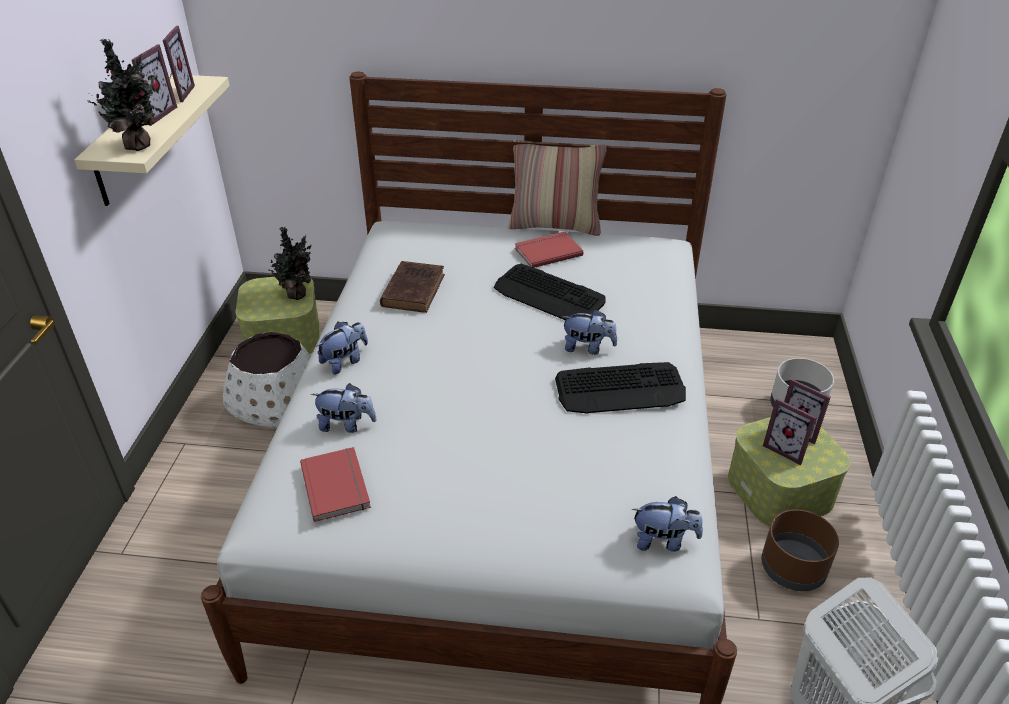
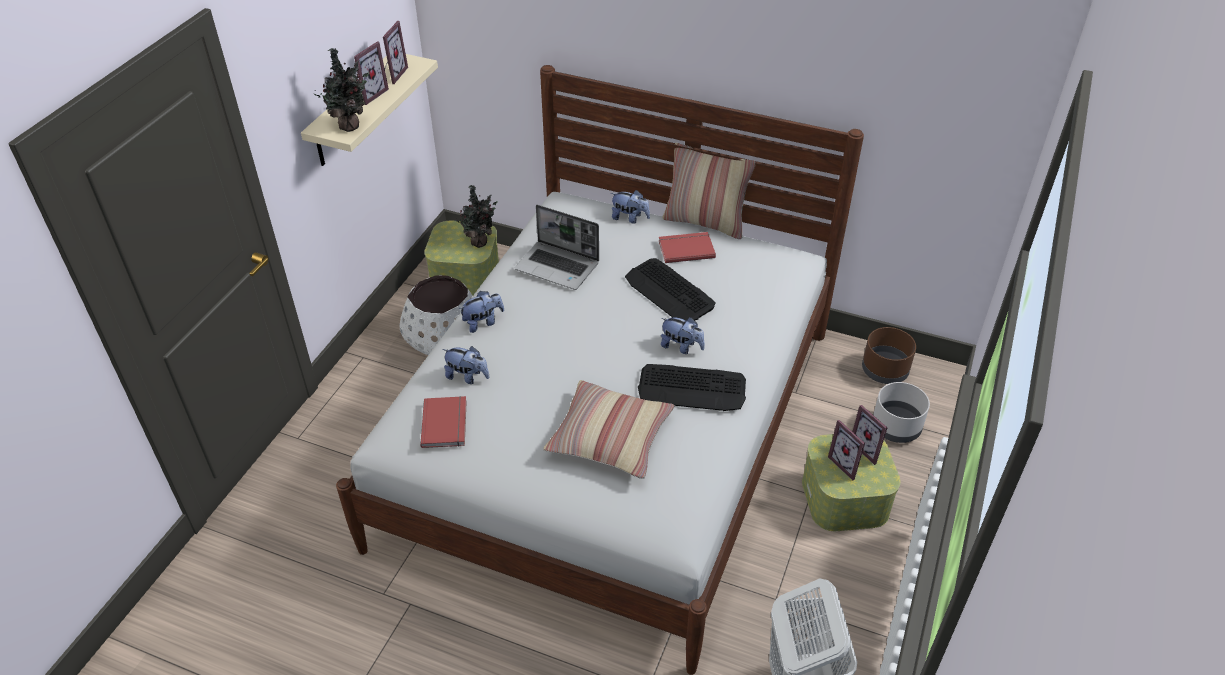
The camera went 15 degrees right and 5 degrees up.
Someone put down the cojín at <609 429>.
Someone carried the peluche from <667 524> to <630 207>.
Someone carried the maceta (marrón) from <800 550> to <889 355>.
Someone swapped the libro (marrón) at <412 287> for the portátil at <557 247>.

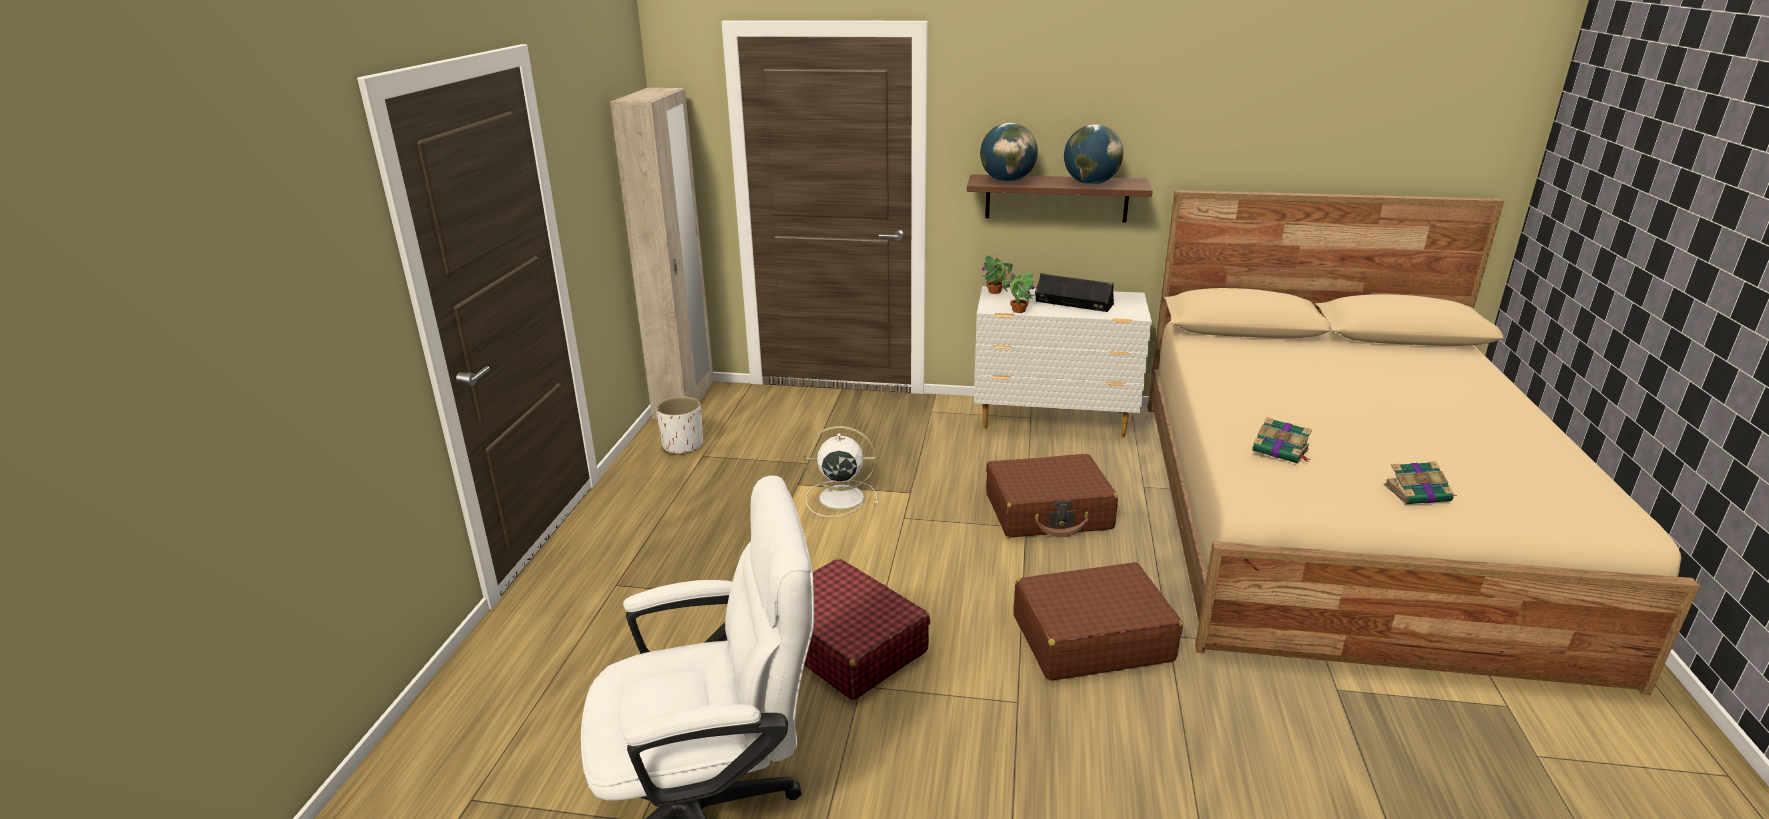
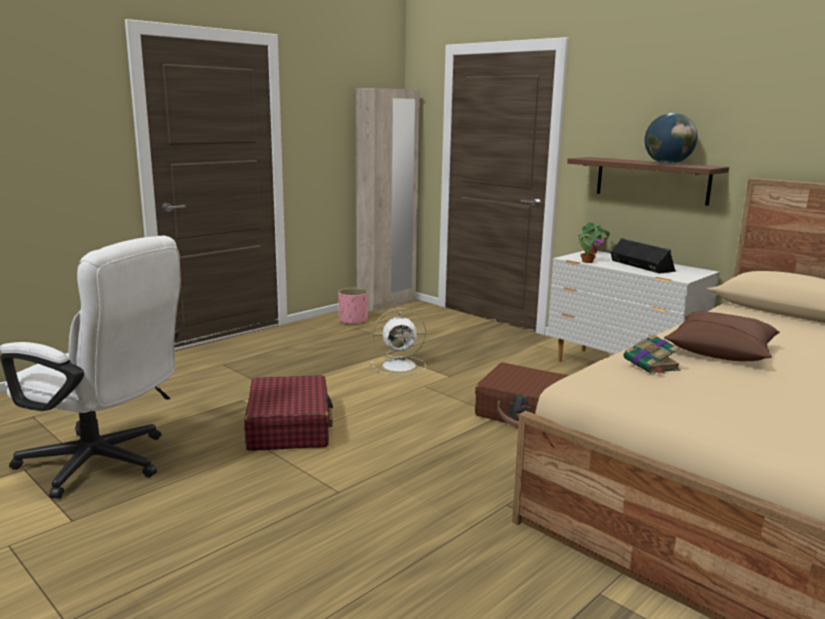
The camera went 35 degrees right and 10 degrees down.
Someone took away the globo terráqueo at <1009 152>.
Someone took away the maleta (marrón) at <1098 621>.
Someone took away the libro at <1420 483>.
Someone put down the cojín (marrón) at <722 336>.
Someone repainted the maceta (blanco) at <679 425>, which became the maceta (rosa) at <353 306>.
Someone rotated the ventilador (blanco) at <841 471> by 135 degrees clockwise.

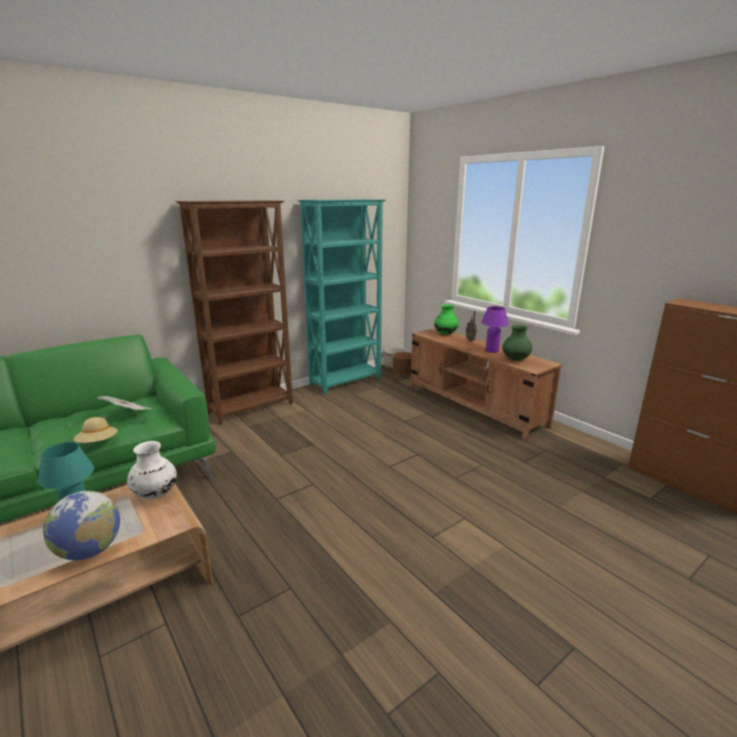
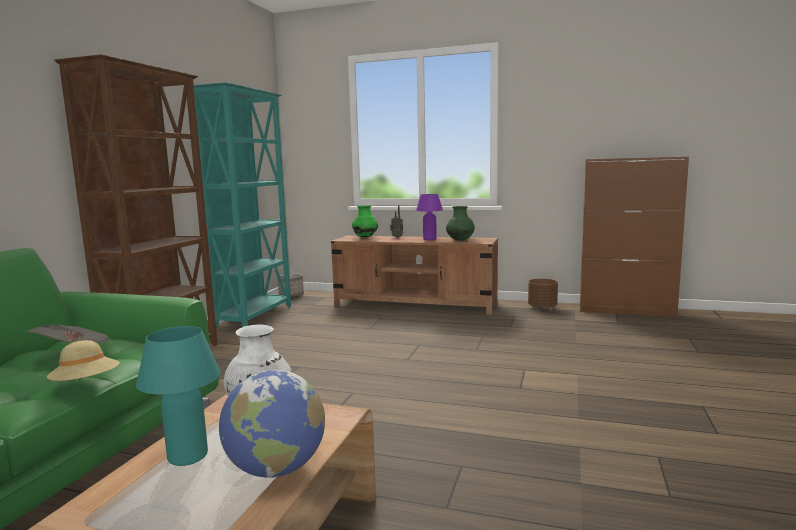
The camera went 35 degrees left and 10 degrees down.
Someone carried the maceta (marrón) from <402 364> to <543 294>.

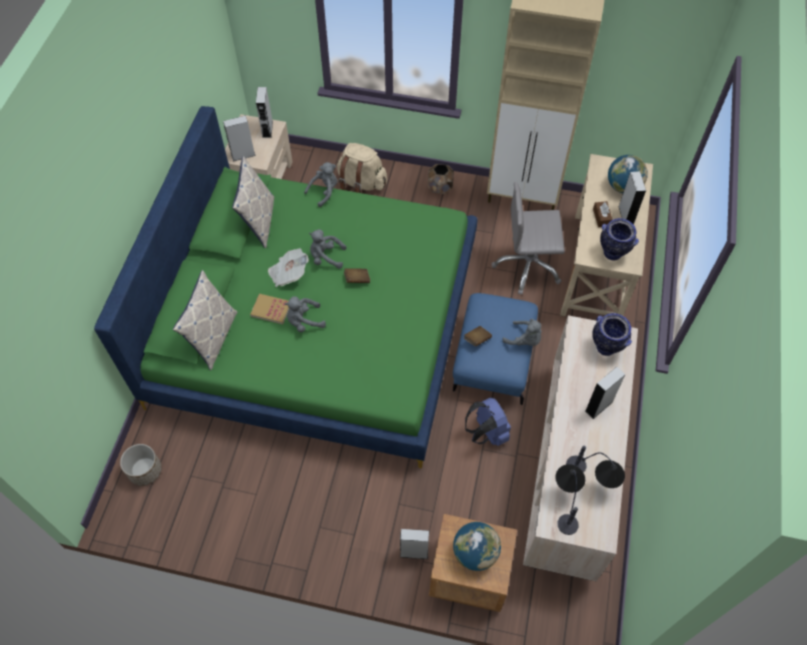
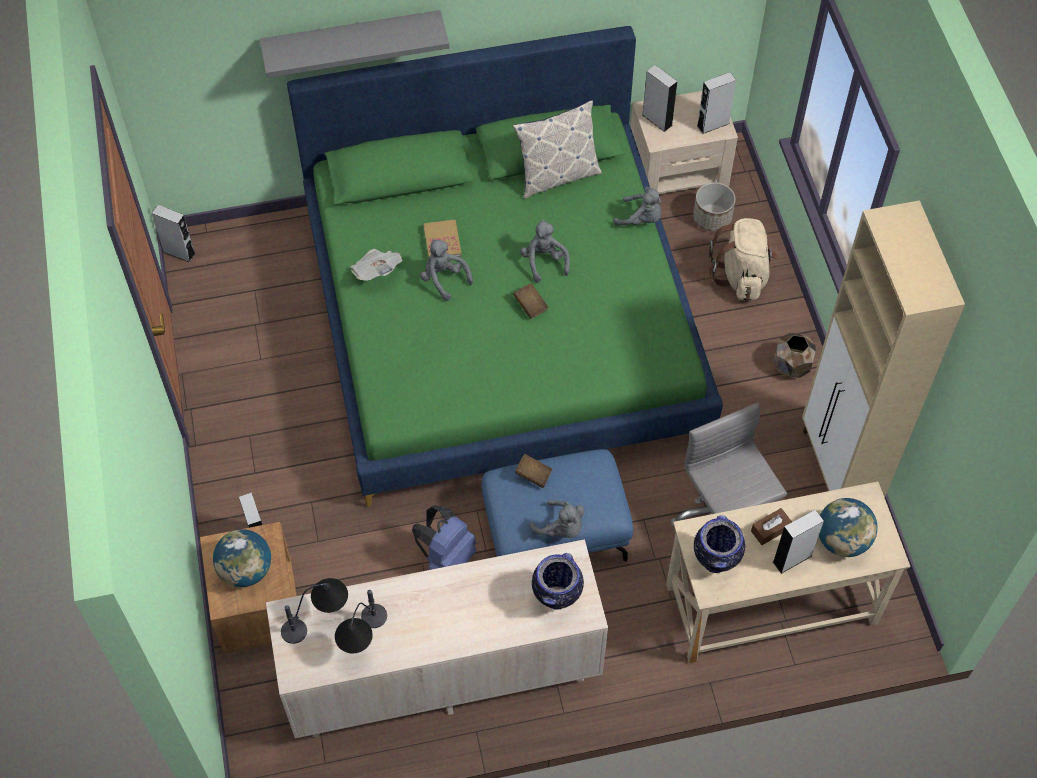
The camera went 65 degrees right and 0 degrees up.
Someone took away the cojín at <205 320>.
Someone put up the estante (gris) at <354 44>.
Someone carried the maceta from <141 465> to <714 207>.
Someone carried the periódico from <288 267> to <376 265>.
Someone carried the altavoz (gris) from <605 393> to <174 234>.
Someone rotated the peluche (gris) at <522 332> by 60 degrees counterclockwise.

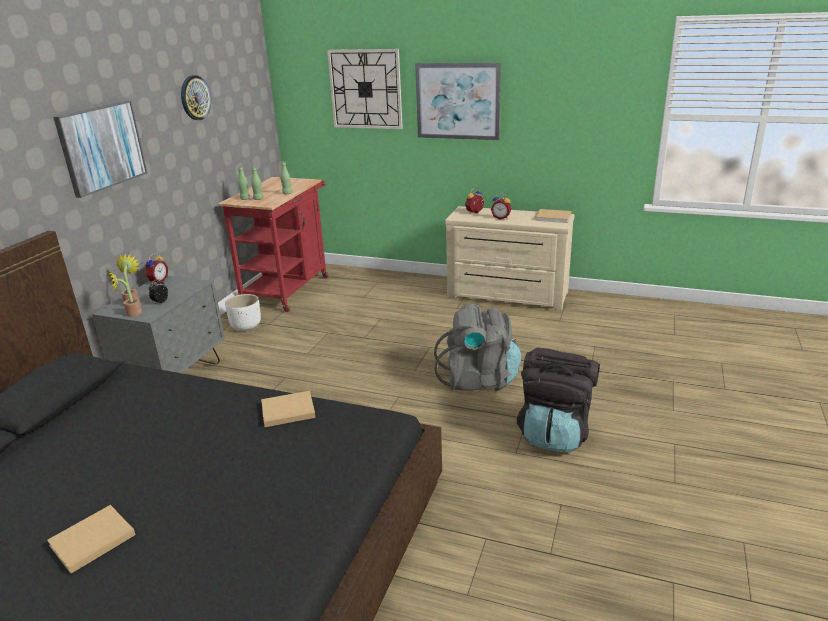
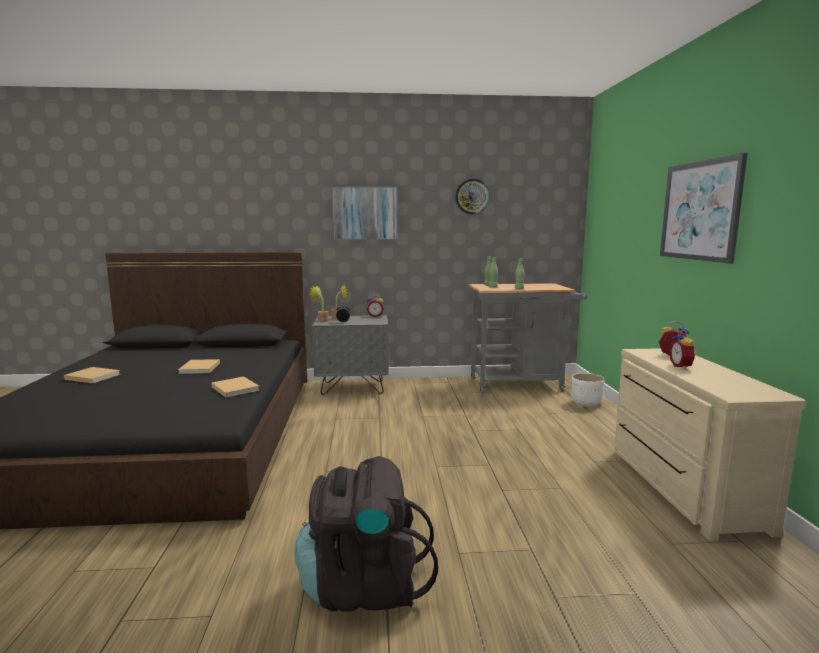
The camera went 65 degrees right and 15 degrees down.
Someone took away the reloj de pared at <365 89>.
Someone took away the mochila (gris) at <477 347>.
Someone carried the maceta (blanco) from <243 312> to <588 390>.
Someone carried the libro (beis) from <553 216> to <199 366>.
Someone repainted the carrito (rojo) at <273 244>, which became the carrito (gris) at <528 338>.

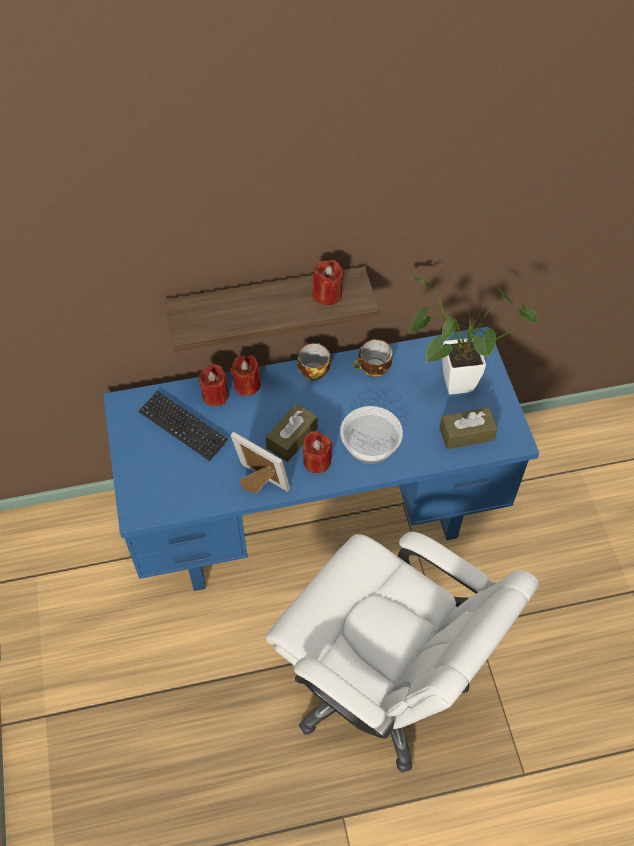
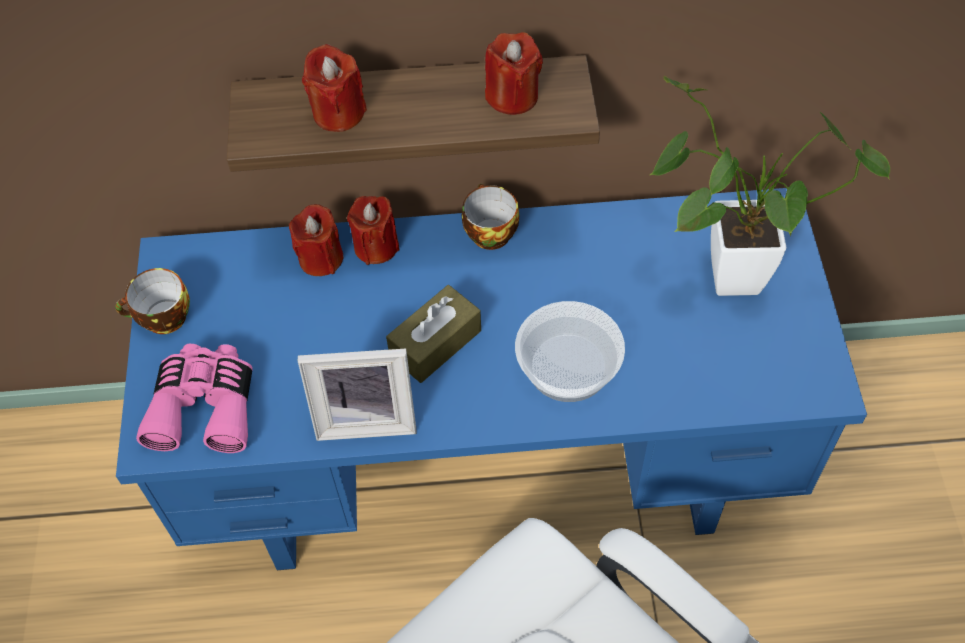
The camera went 10 degrees right and 0 degrees up.
Someone took away the teclado at <183 426>.
Someone took away the caja de pañuelos (marrón) at <468 428>.
Someone put down the prismáticos (rosa) at <194 398>.
Someone carried the vela (rojo) from <317 452> to <334 88>.
Someone carried the taza from <373 358> to <152 301>.
Someone rotated the portarretratos at <260 463> by 135 degrees clockwise.

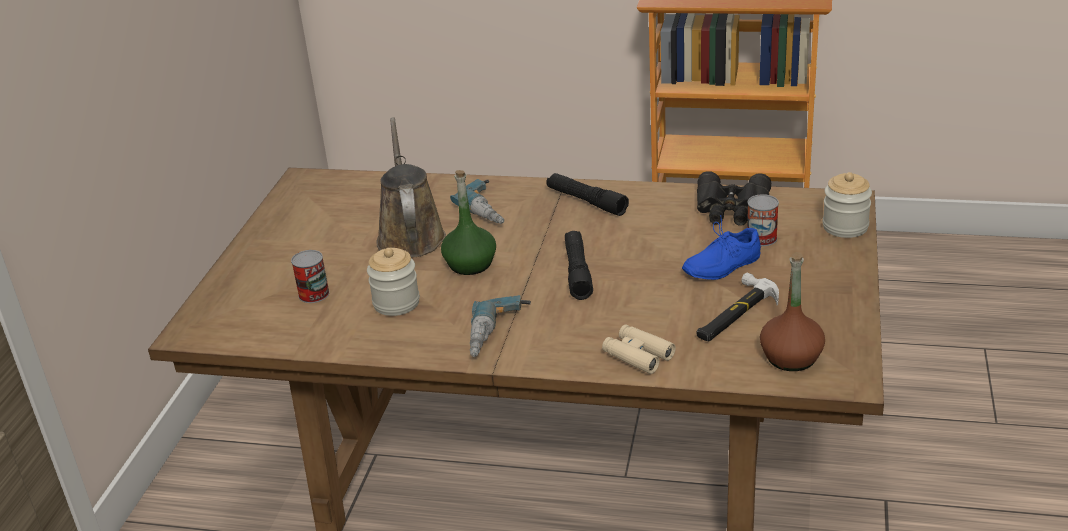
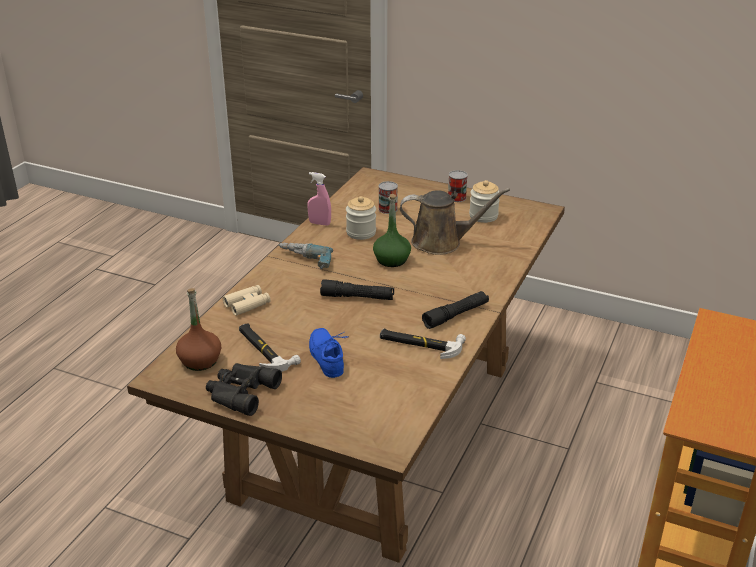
The camera went 100 degrees right and 0 degrees up.
Someone took away the taladro at <477 201>.
Someone put down the pulverizador (rosa) at <319 199>.
Someone put down the martillo at <423 343>.
Someone carried the prismáticos (negro) from <734 198> to <244 389>.
Someone carried the lata from <763 220> to <458 186>.
Someone carried the tarro from <847 205> to <484 201>.

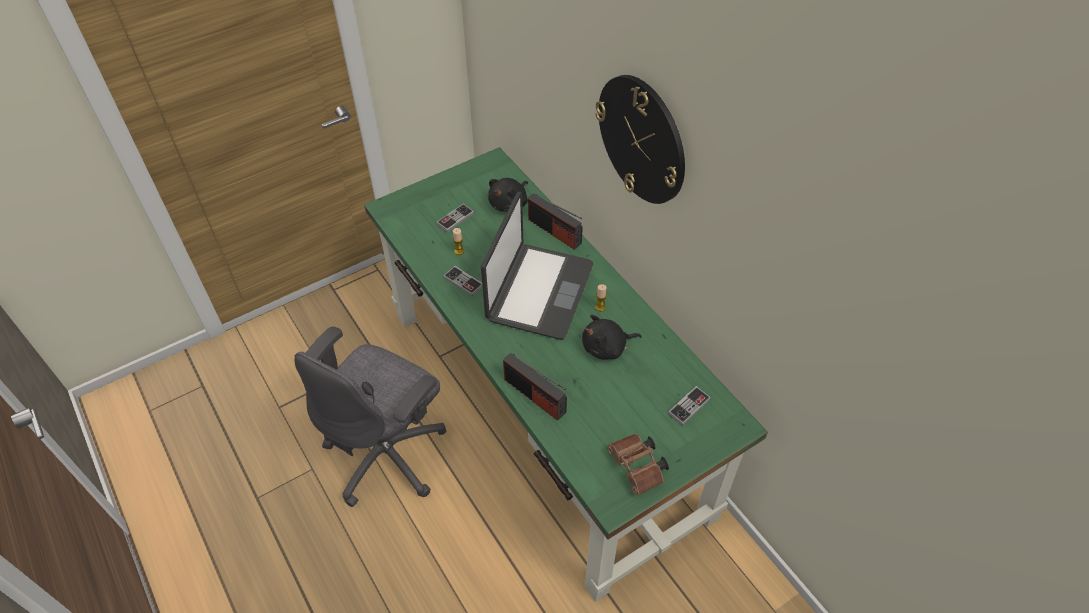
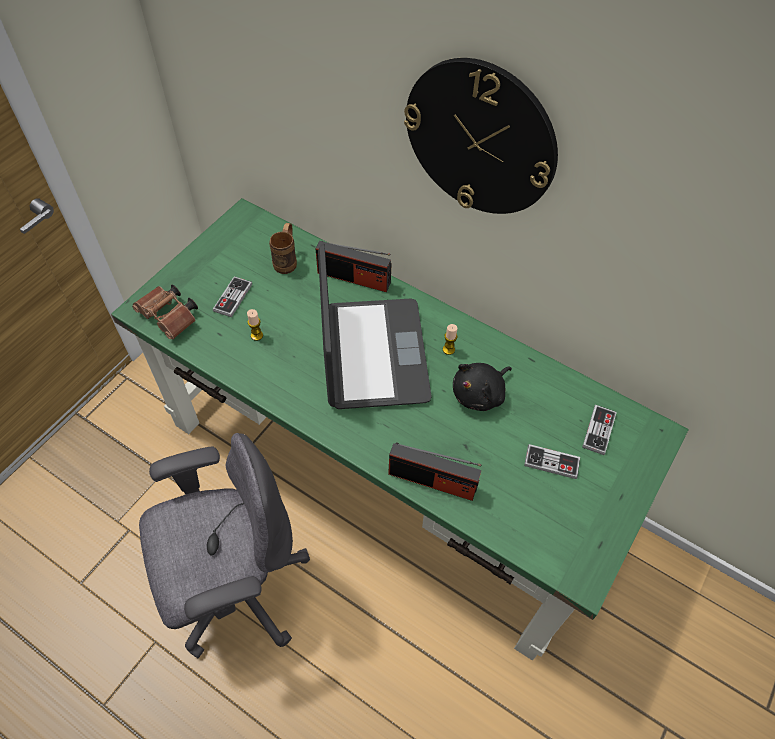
The camera went 25 degrees left and 5 degrees up.
Someone carried the mando de consola from <463 281> to <552 461>.
Someone carried the prismáticos (marrón) from <638 464> to <165 312>.
Someone swapped the peluche (negro) at <508 195> for the taza grande (marrón) at <283 248>.
Someone rotated the silla de oficina (gris) at <370 417> by 120 degrees counterclockwise.

